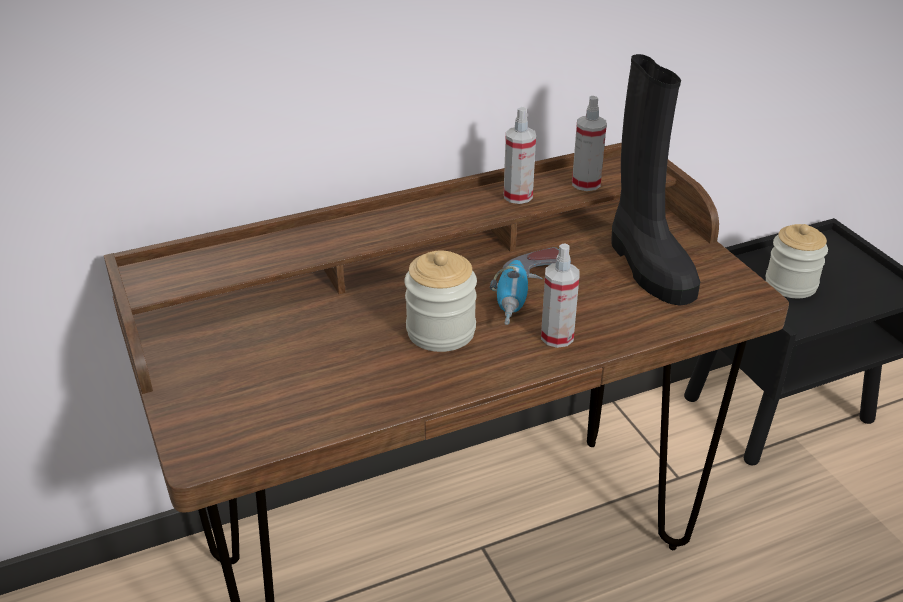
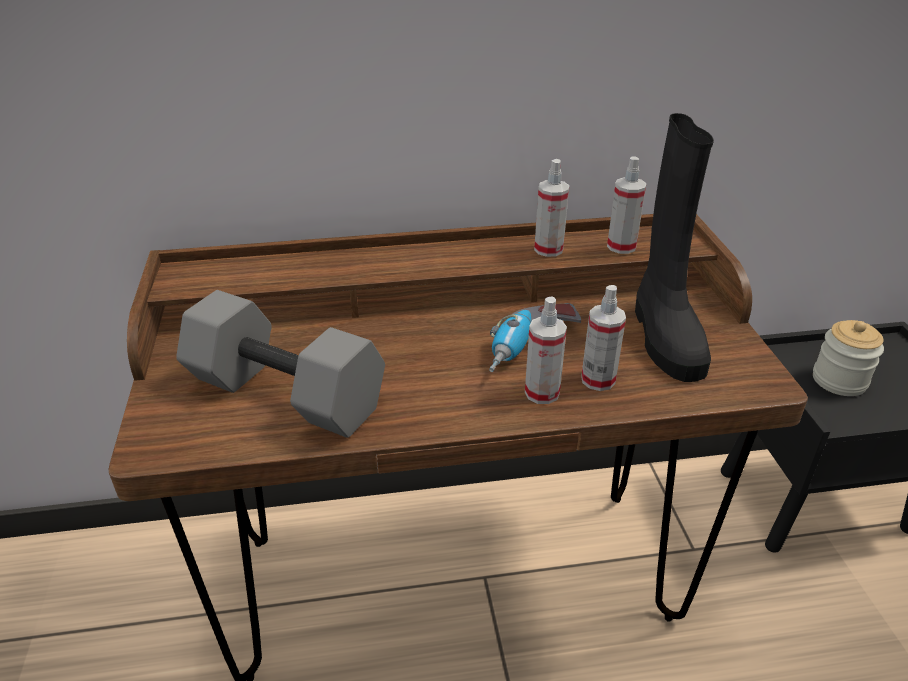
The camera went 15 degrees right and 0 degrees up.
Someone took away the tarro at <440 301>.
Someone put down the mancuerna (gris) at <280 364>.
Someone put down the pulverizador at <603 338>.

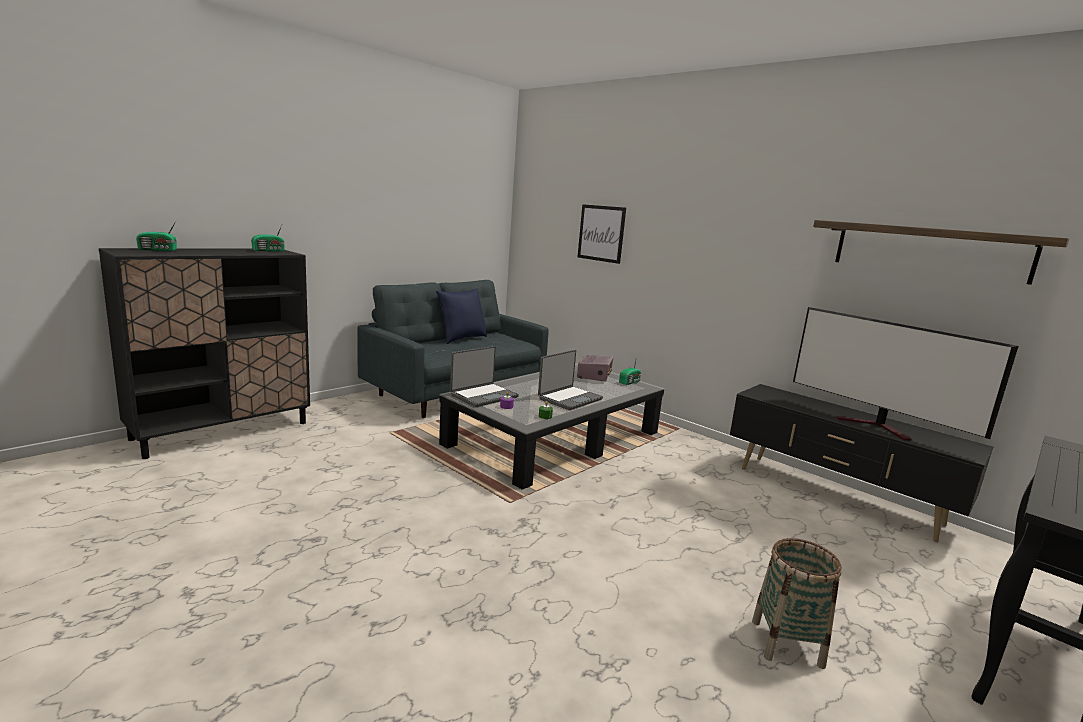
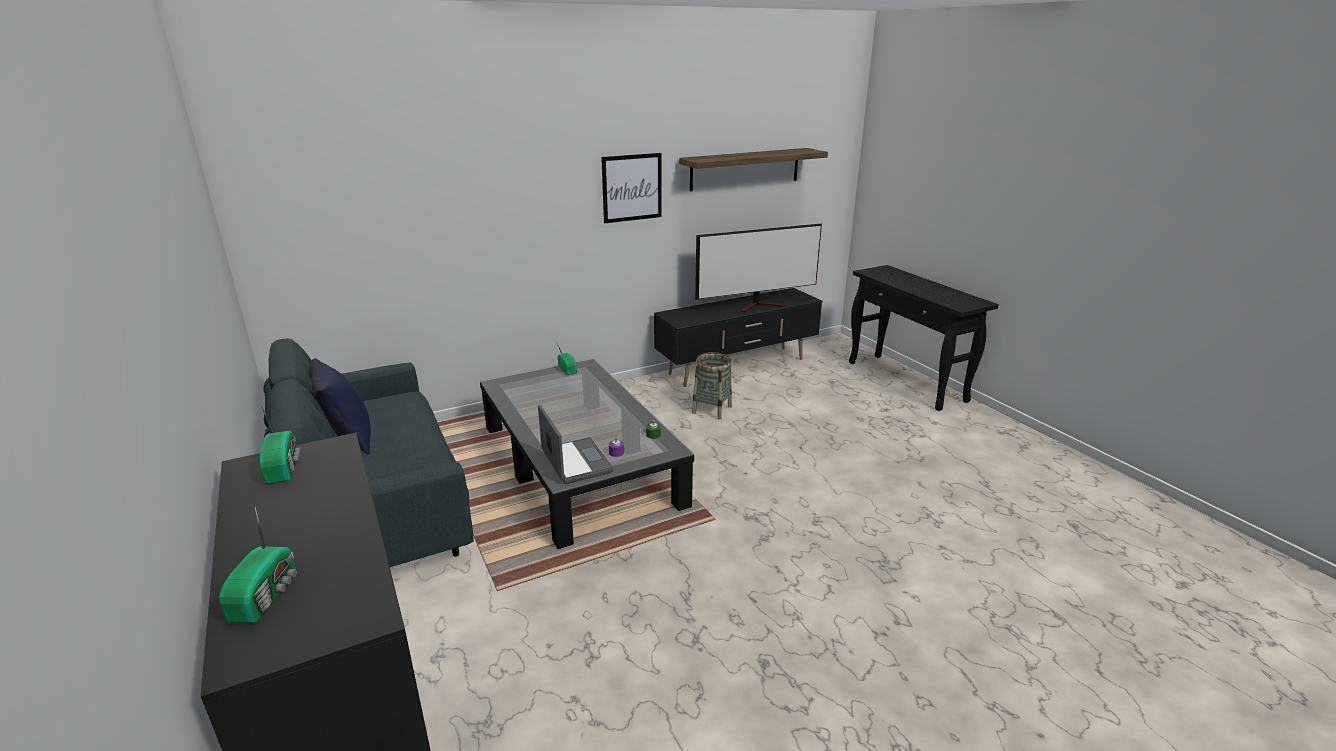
The camera went 70 degrees left and 10 degrees up.
Someone took away the portátil at <570 380>.
Someone took away the radio at <595 368>.
Someone carried the cuadro from <602 234> to <631 188>.
Someone carried the cesta from <797 603> to <712 386>.

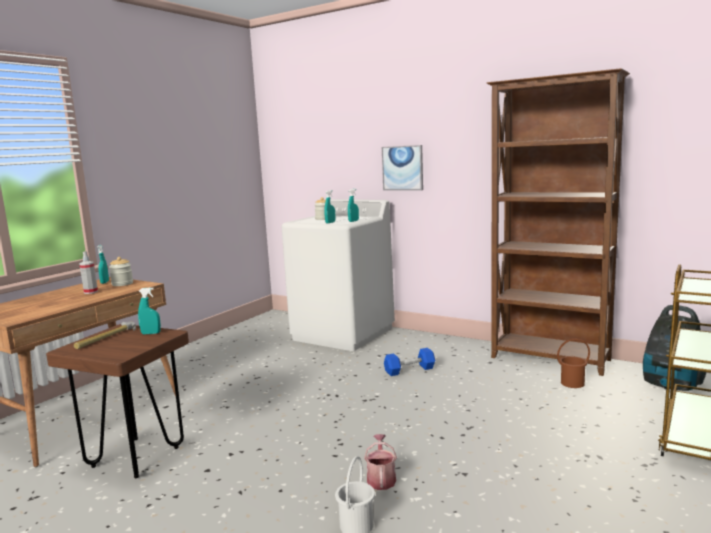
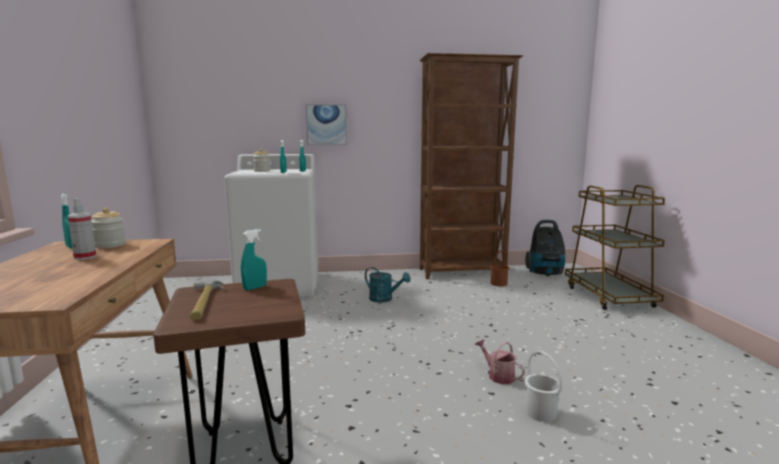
The camera went 40 degrees left and 0 degrees up.
Someone swapped the mancuerna (azul) at <409 362> for the regadera (turquesa) at <388 285>.

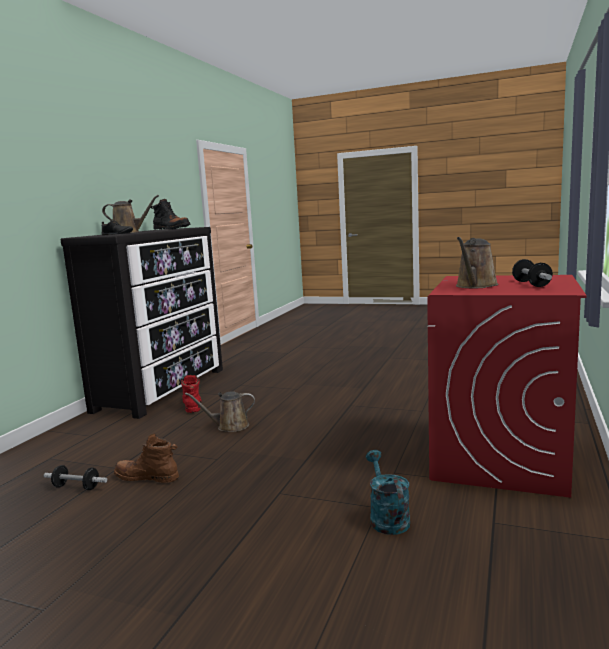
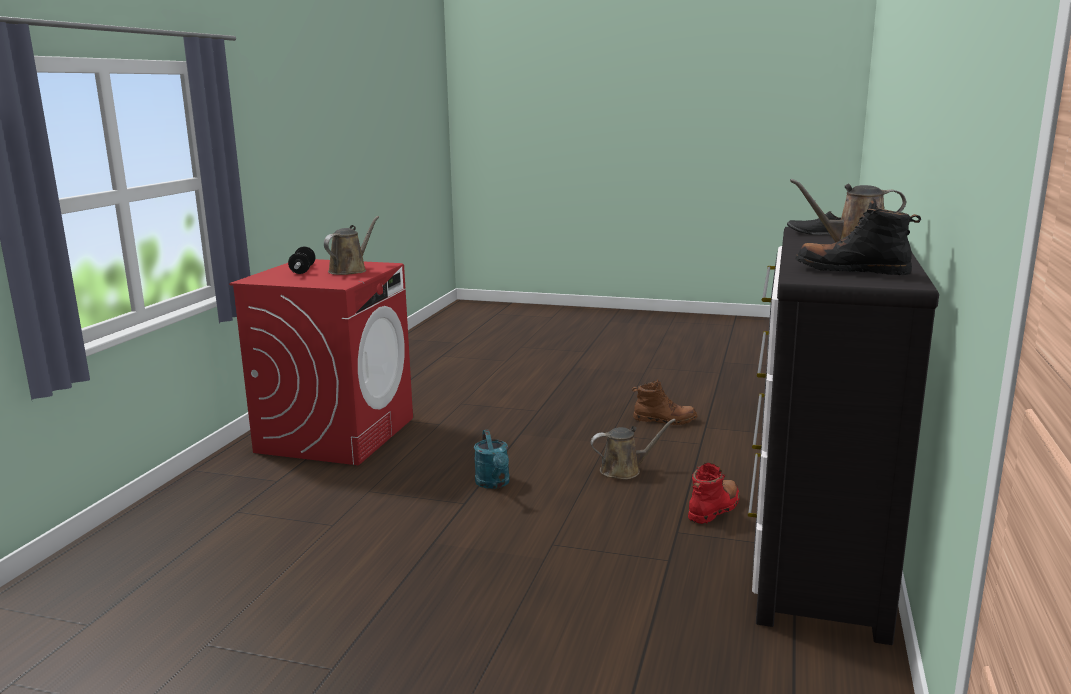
The camera went 175 degrees right and 5 degrees up.
Someone took away the mancuerna at <76 477>.
Someone carried the regadera (turquesa) from <388 492> to <492 459>.
Someone rotated the bota (rojo) at <191 394> by 120 degrees counterclockwise.

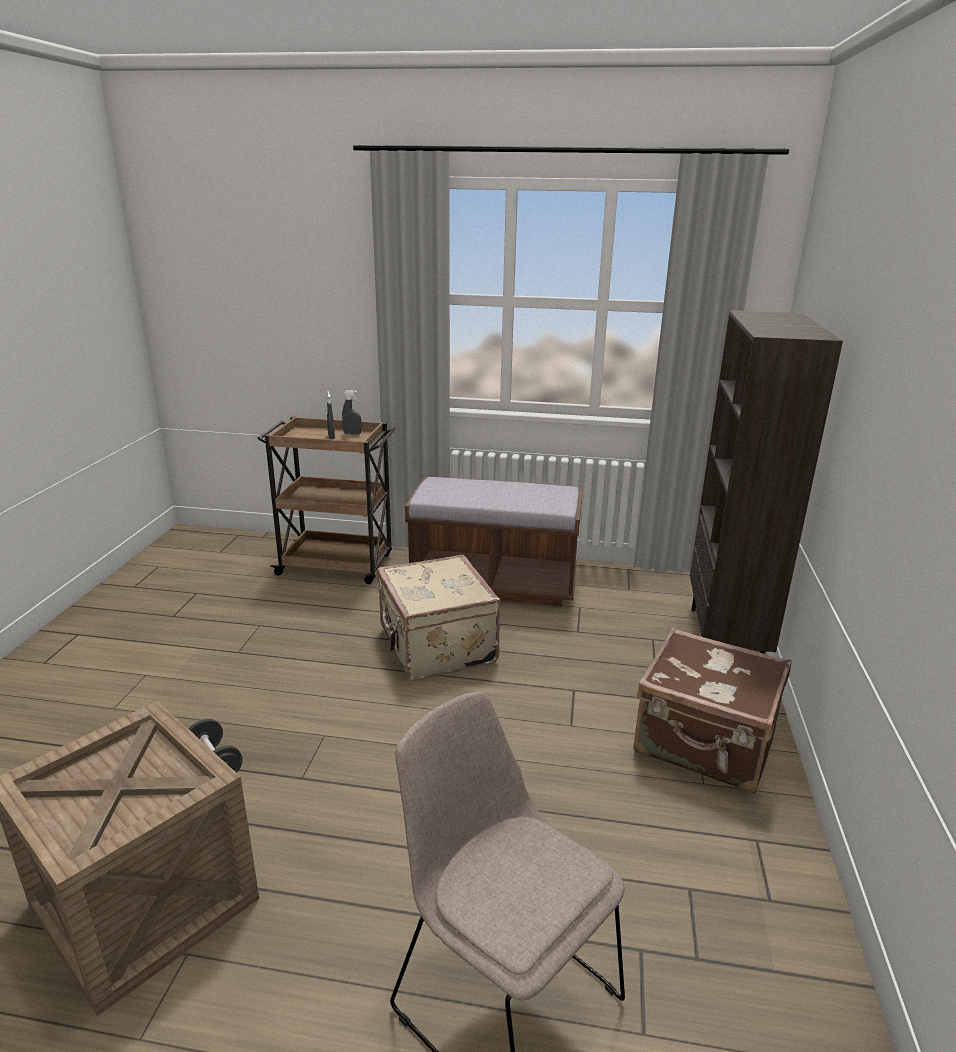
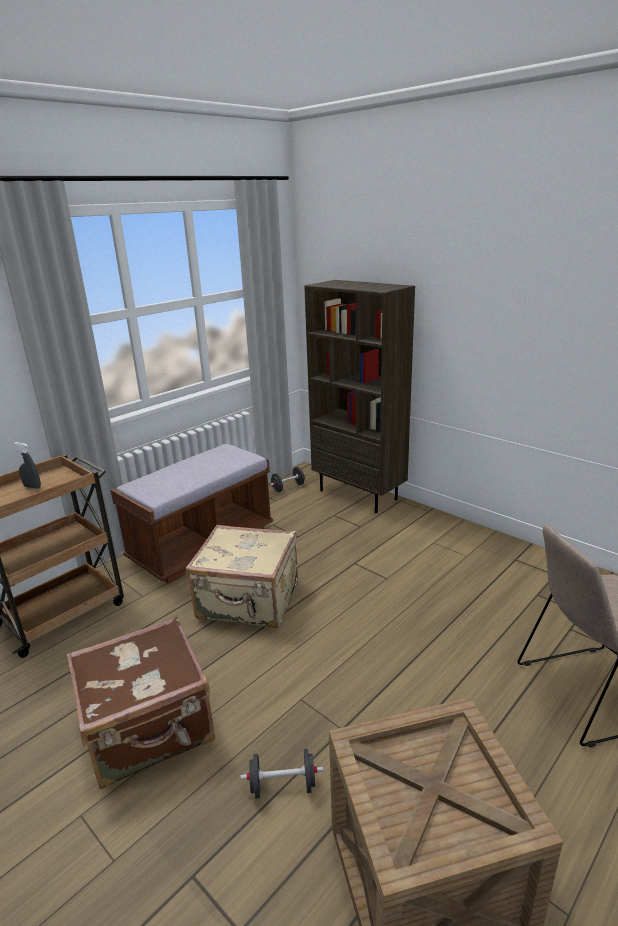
The camera went 55 degrees left and 0 degrees up.
Someone took away the pulverizador (gris) at <351 412>.
Someone put down the mancuerna (negro) at <287 479>.
Someone carried the maleta (marrón) from <712 711> to <141 702>.

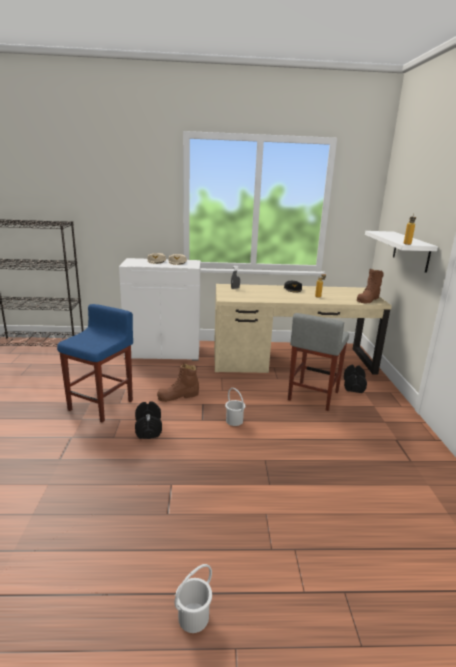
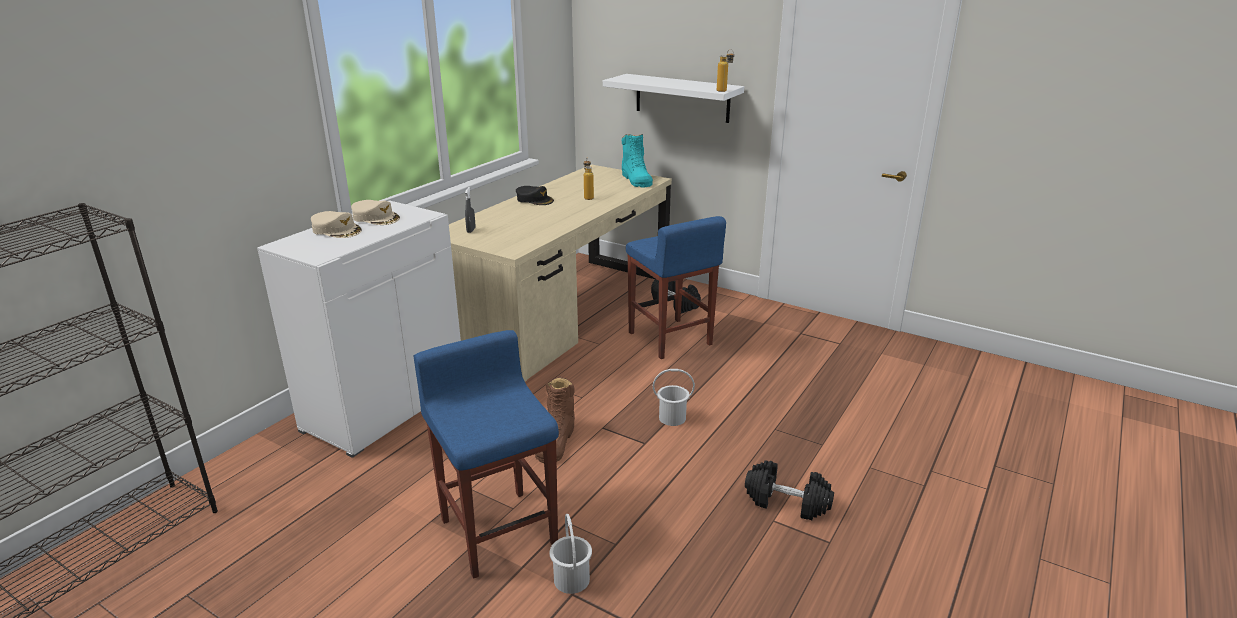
The camera went 55 degrees left and 5 degrees up.
Someone carried the mancuerna (negro) from <148 420> to <789 490>.
Someone carried the cubo (blanco) from <193 598> to <570 554>.
Someone repainted the taburete (gris) at <318 362>, which became the taburete (azul) at <676 287>.
Someone repainted the bota (marrón) at <370 286>, which became the bota (turquesa) at <637 160>.

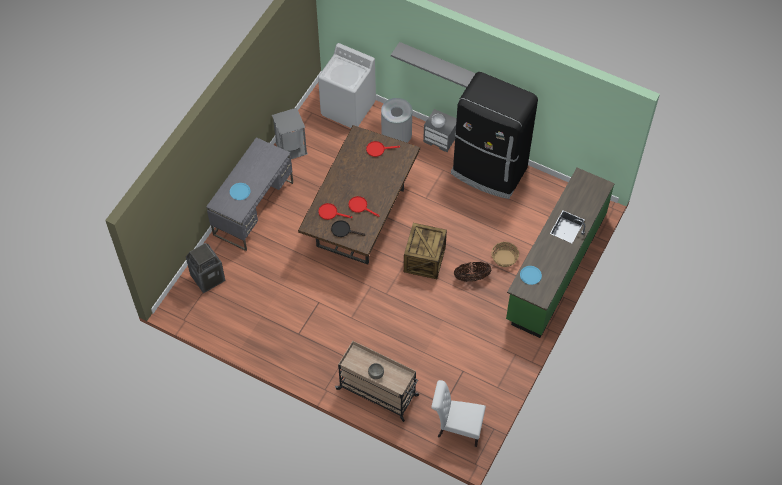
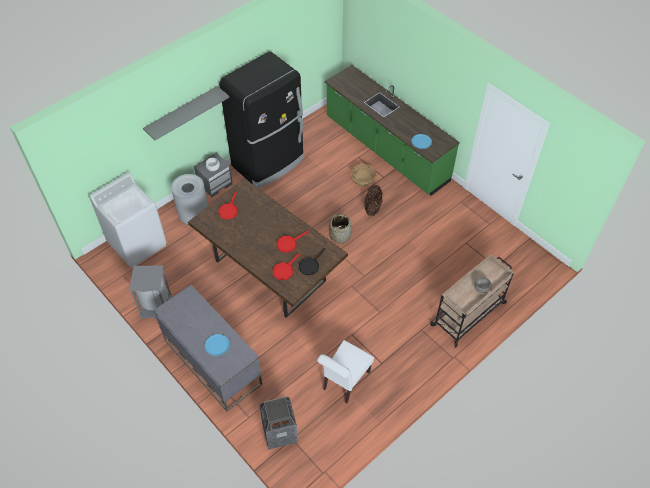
The camera went 70 degrees left and 5 degrees down.
Someone carried the silla (blanco) from <458 413> to <345 372>.
Someone swapped the caja de embalaje at <425 251> for the cesta at <340 229>.

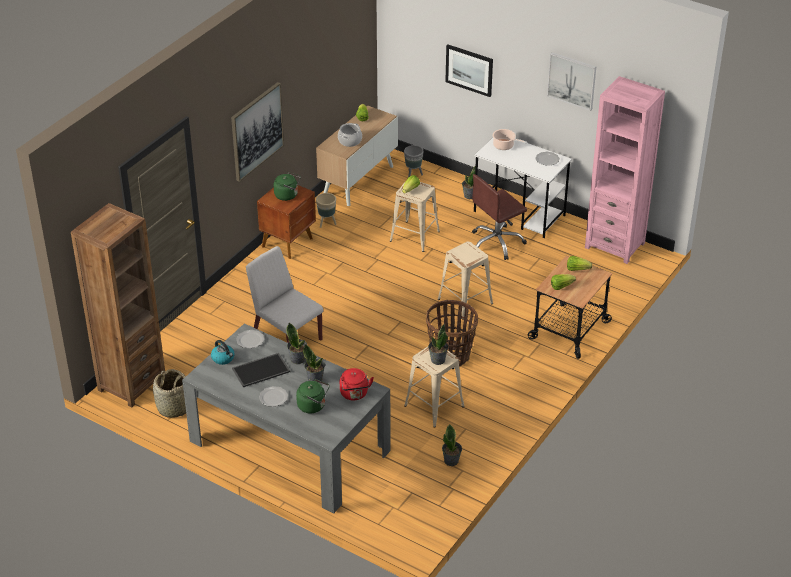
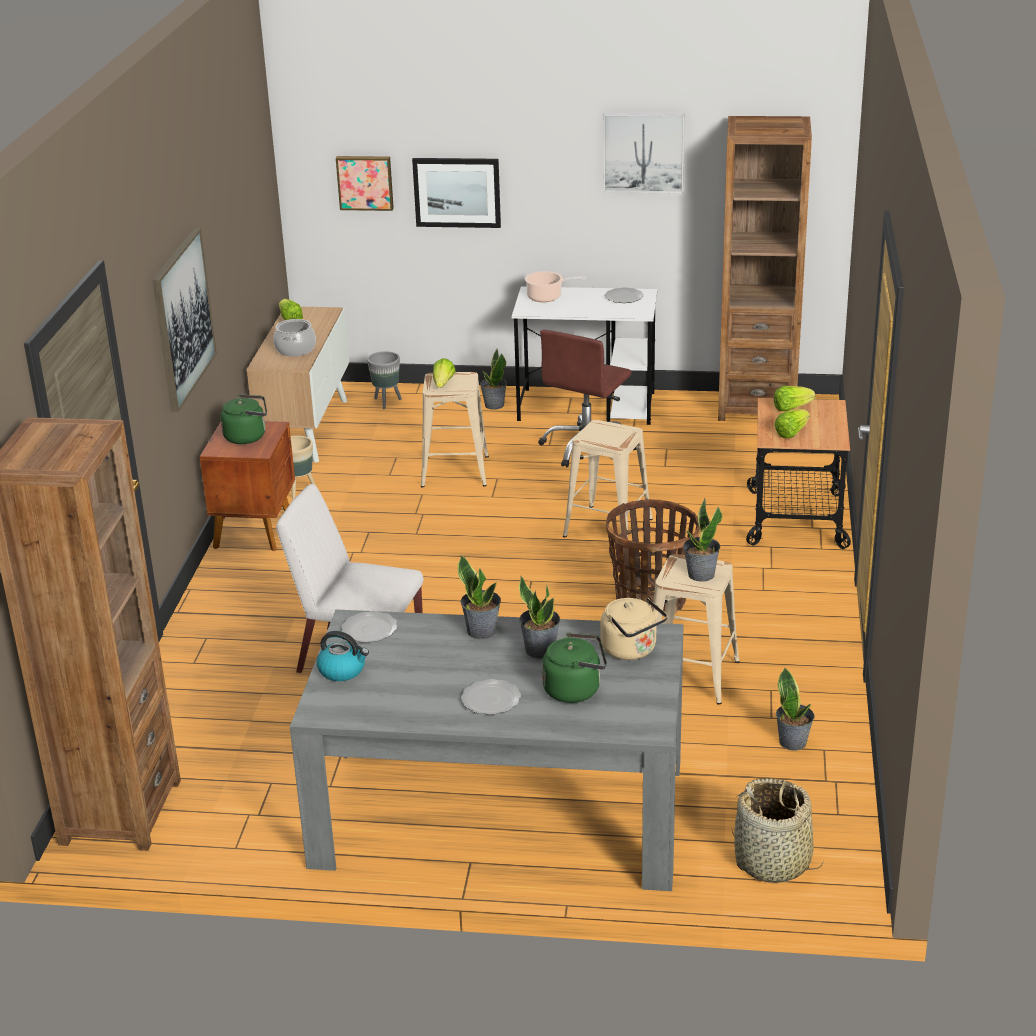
The camera went 25 degrees left and 10 degrees down.
Someone took away the bandeja at <261 370>.
Someone put up the cuadro at <365 183>.
Someone carried the cesta from <169 393> to <777 830>.
Someone repainted the hervidor (rojo) at <357 384>, which became the hervidor (beis) at <633 629>.
Someone repainted the estantería (rosa) at <625 170>, which became the estantería (marrón) at <765 268>.

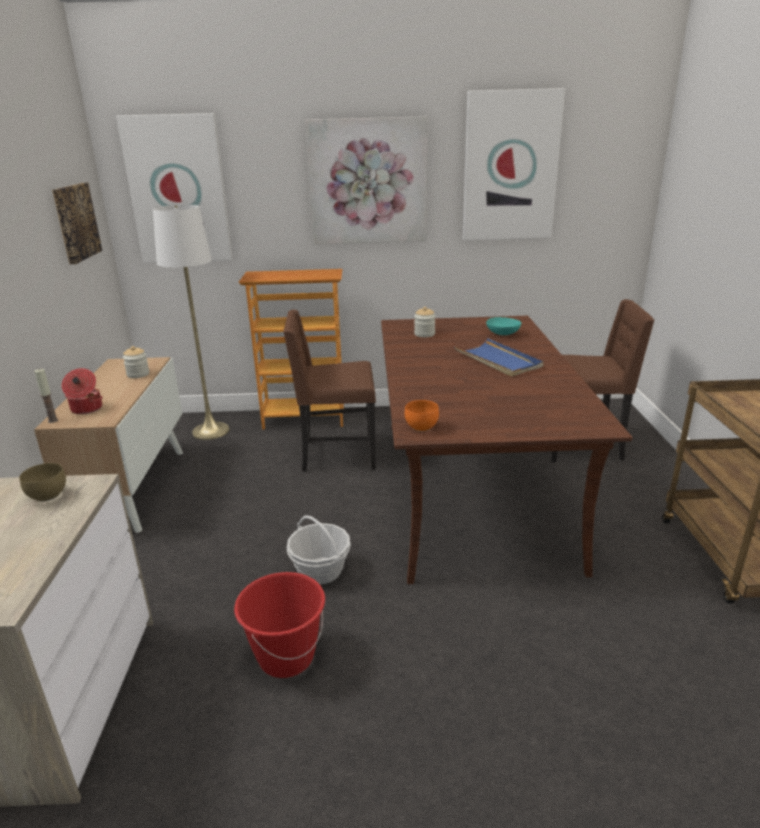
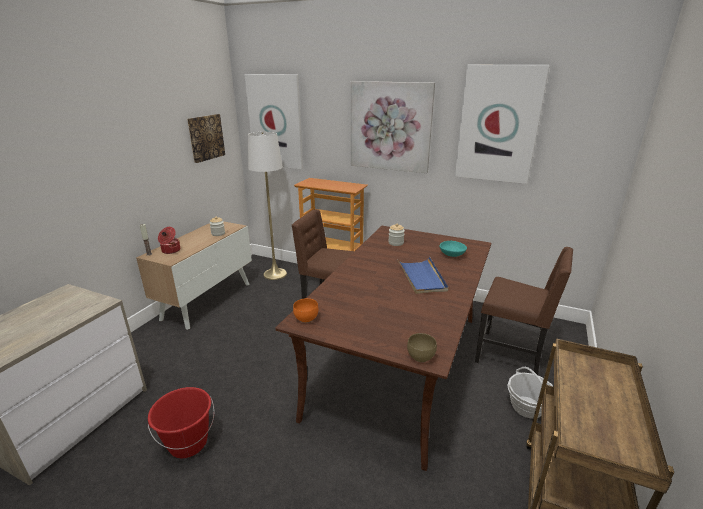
The camera went 25 degrees right and 0 degrees up.
Someone carried the cuenco (marrón) from <42 482> to <422 347>.
Someone carried the cesta from <319 550> to <530 393>.

